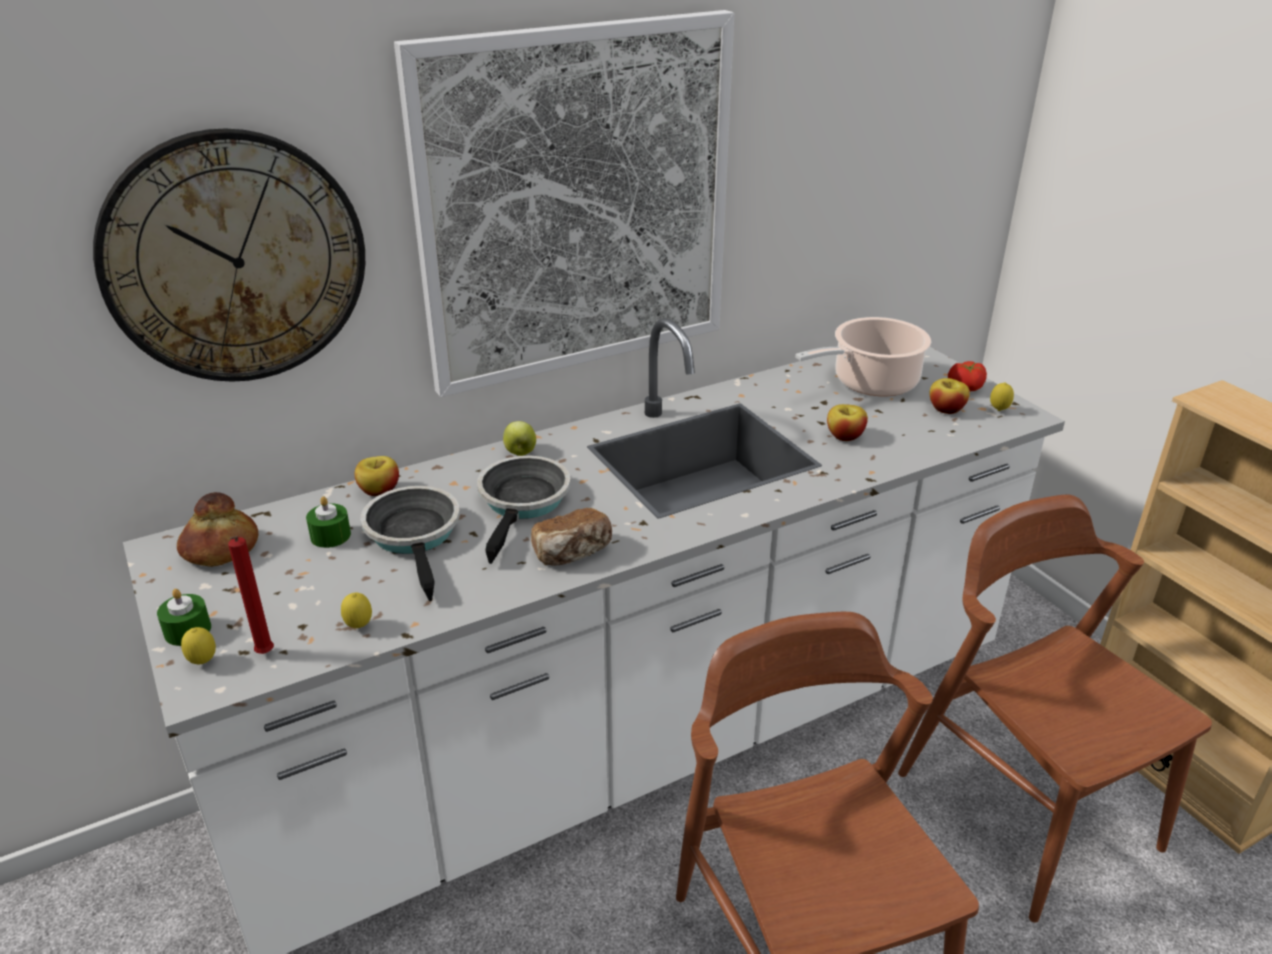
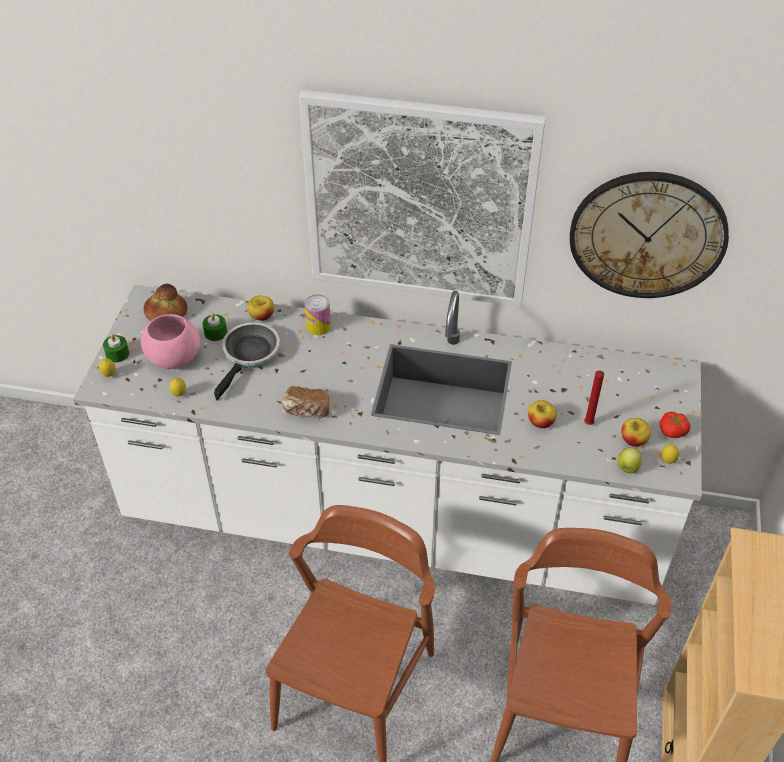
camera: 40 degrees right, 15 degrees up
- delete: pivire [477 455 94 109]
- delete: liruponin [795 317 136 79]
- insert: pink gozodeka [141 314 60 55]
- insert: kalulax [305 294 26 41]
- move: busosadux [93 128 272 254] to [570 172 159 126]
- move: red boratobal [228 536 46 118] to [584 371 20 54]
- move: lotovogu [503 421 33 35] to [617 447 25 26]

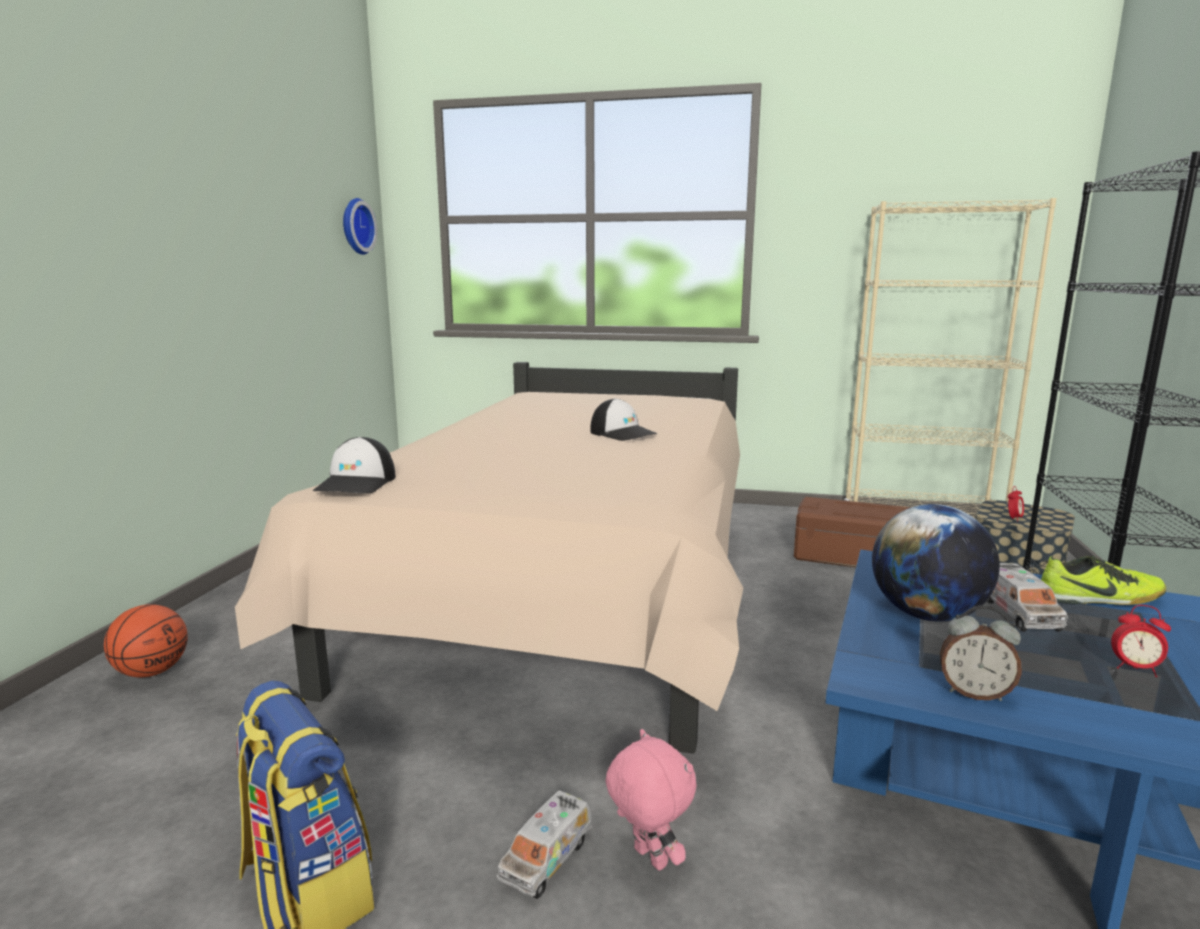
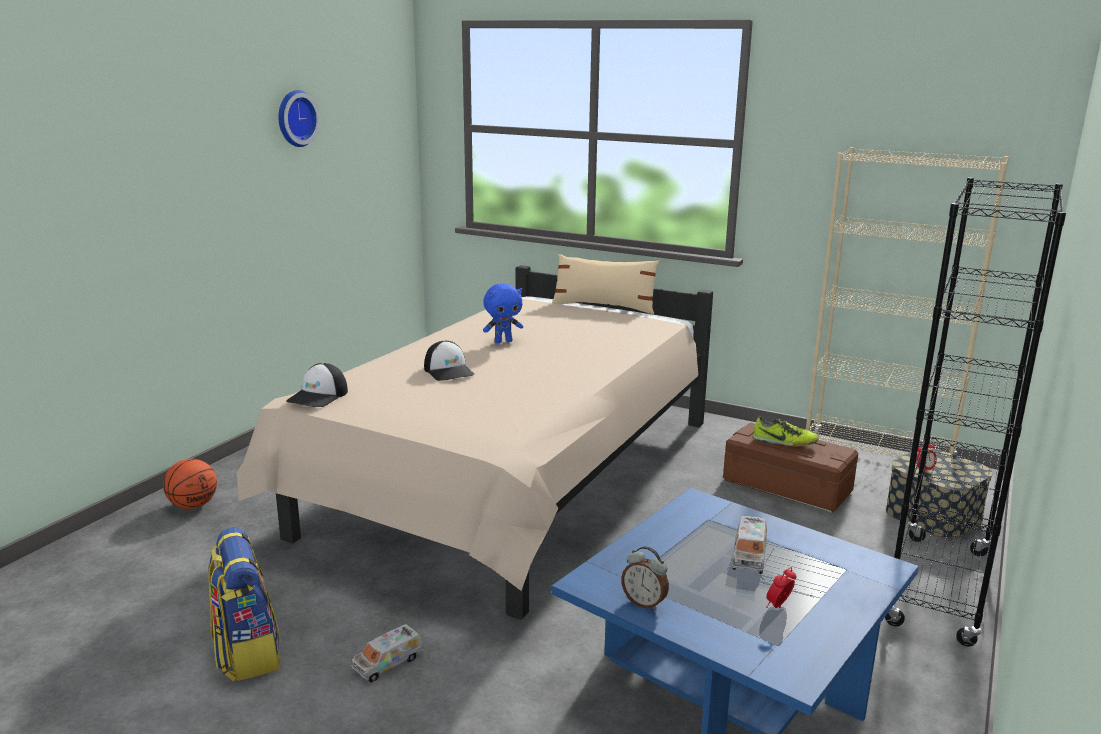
camera: 15 degrees right, 5 degrees up
- delete: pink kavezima [606 729 91 142]
- delete: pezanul [872 504 128 118]
- insert: blue kavezima [483 283 40 60]
- insert: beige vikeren [552 254 107 60]
- move: busosadux [343 198 34 57] to [278 90 42 57]
- move: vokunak [590 398 67 43] to [424 341 51 40]
- move: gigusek [1041 556 125 49] to [753 417 66 29]
- rotate: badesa [1111 605 60 72] = [766 567 31 41] 90 degrees clockwise

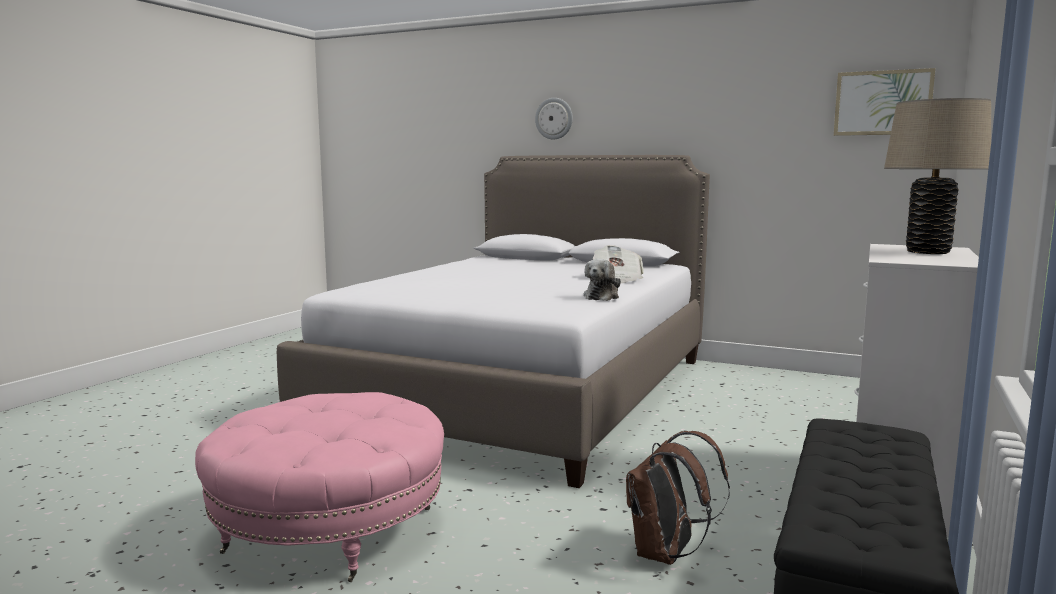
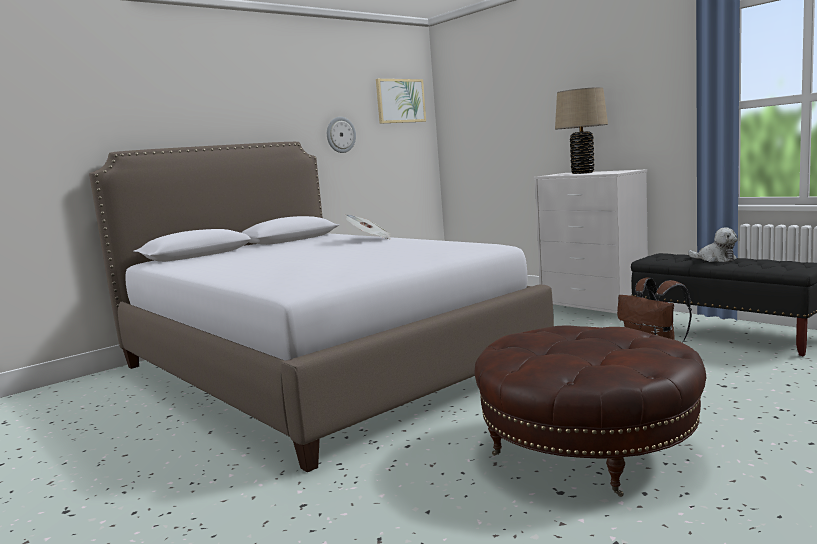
camera: 65 degrees left, 0 degrees up
- move: busosadux [535 98 38 42] to [327 117 29 36]
- move: kavezima [583 259 38 42] to [688 227 50 35]
- recolor: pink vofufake [195 392 249 190] to brown vofufake [474 325 233 172]

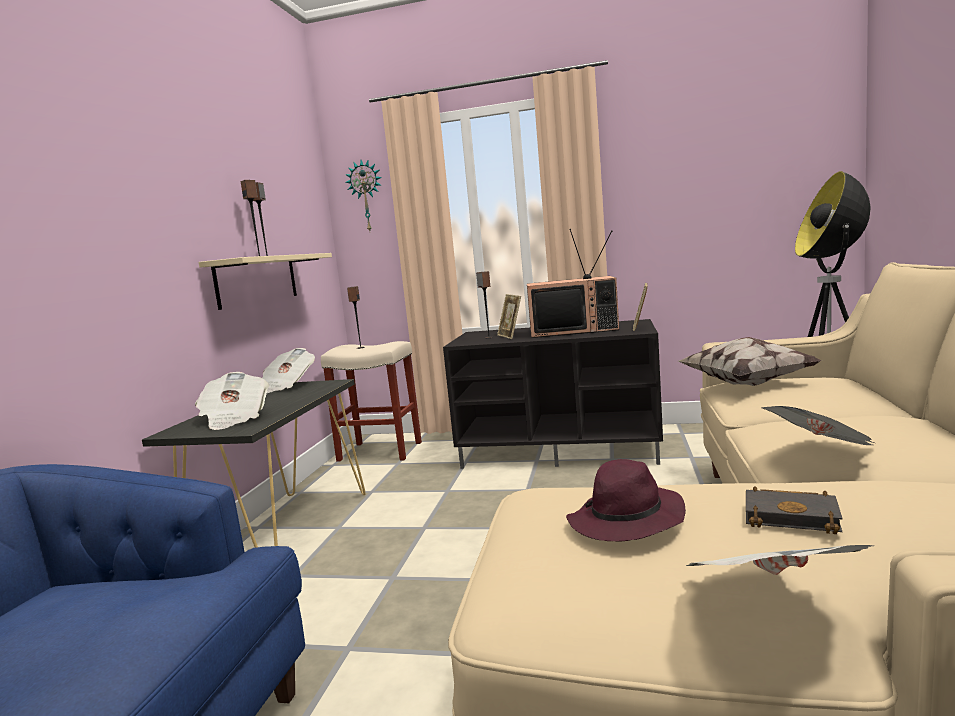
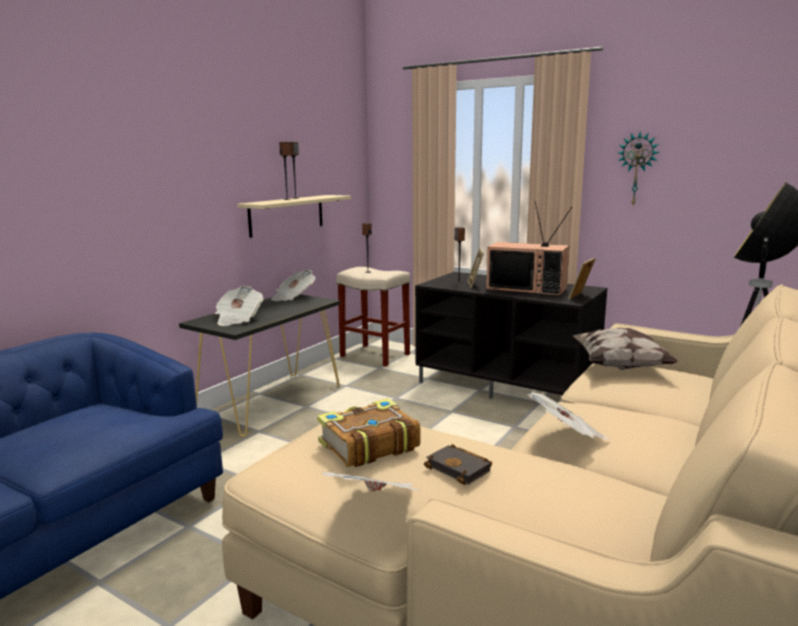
camera: 20 degrees right, 5 degrees up
- move: busosadux [345 160 37 71] to [618 132 42 74]
- replace: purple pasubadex [566 459 120 83] to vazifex [317 398 104 69]

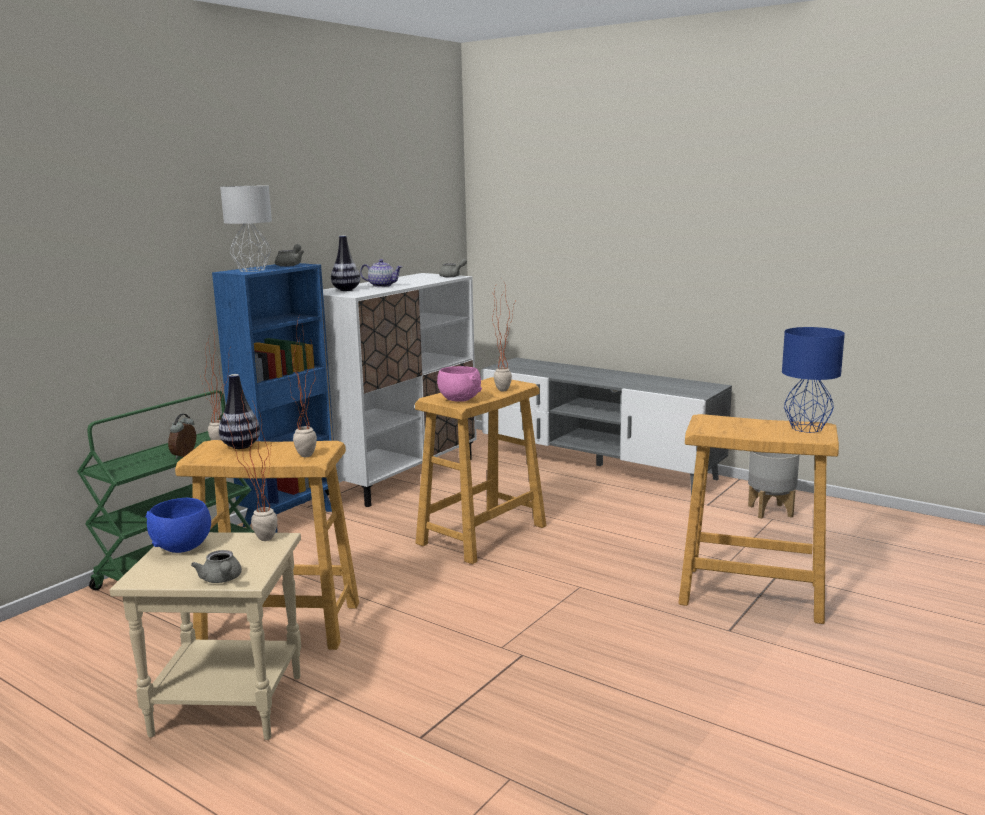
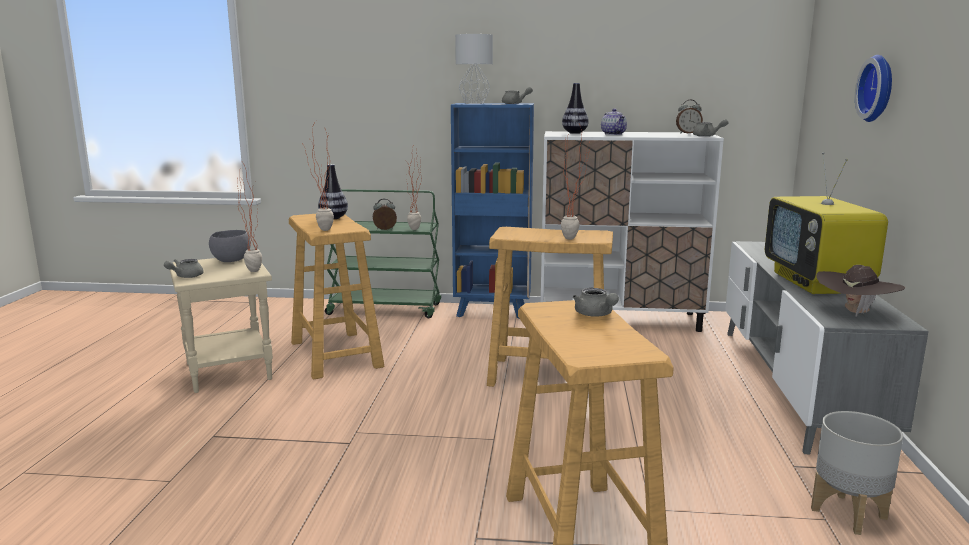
camera: 60 degrees right, 0 degrees up
- delete: pink gozodeka [437 366 45 36]
- delete: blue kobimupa [782 327 63 106]
- insert: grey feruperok [573 288 46 29]
- insert: badesa [676 100 27 33]
- insert: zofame [765 152 123 142]
- insert: brown pasubadex [816 265 89 52]
- insert: busosadux [855 55 37 67]
- recolor: blue gozodeka [146 498 65 55] to grey gozodeka [209 230 41 32]

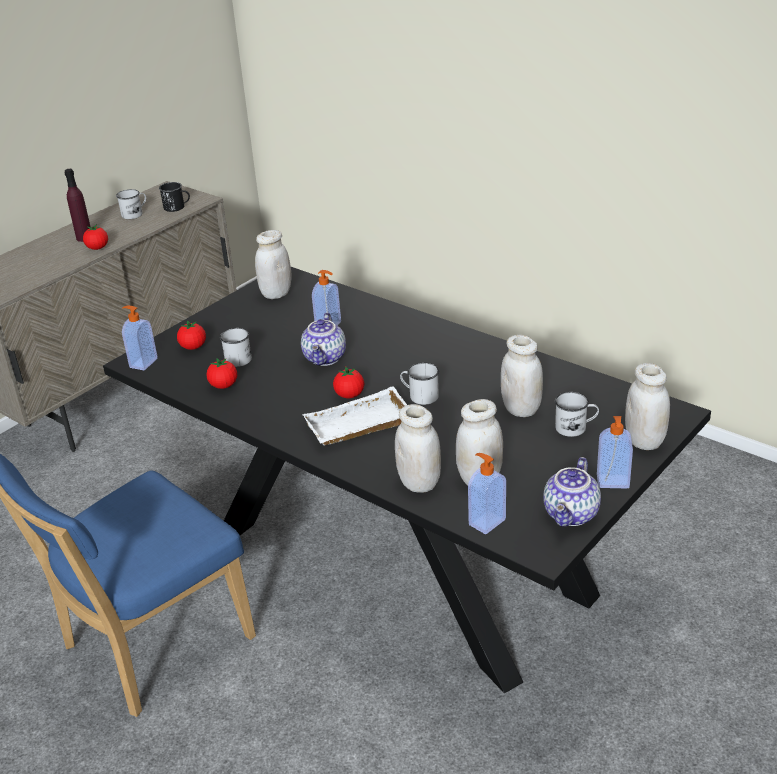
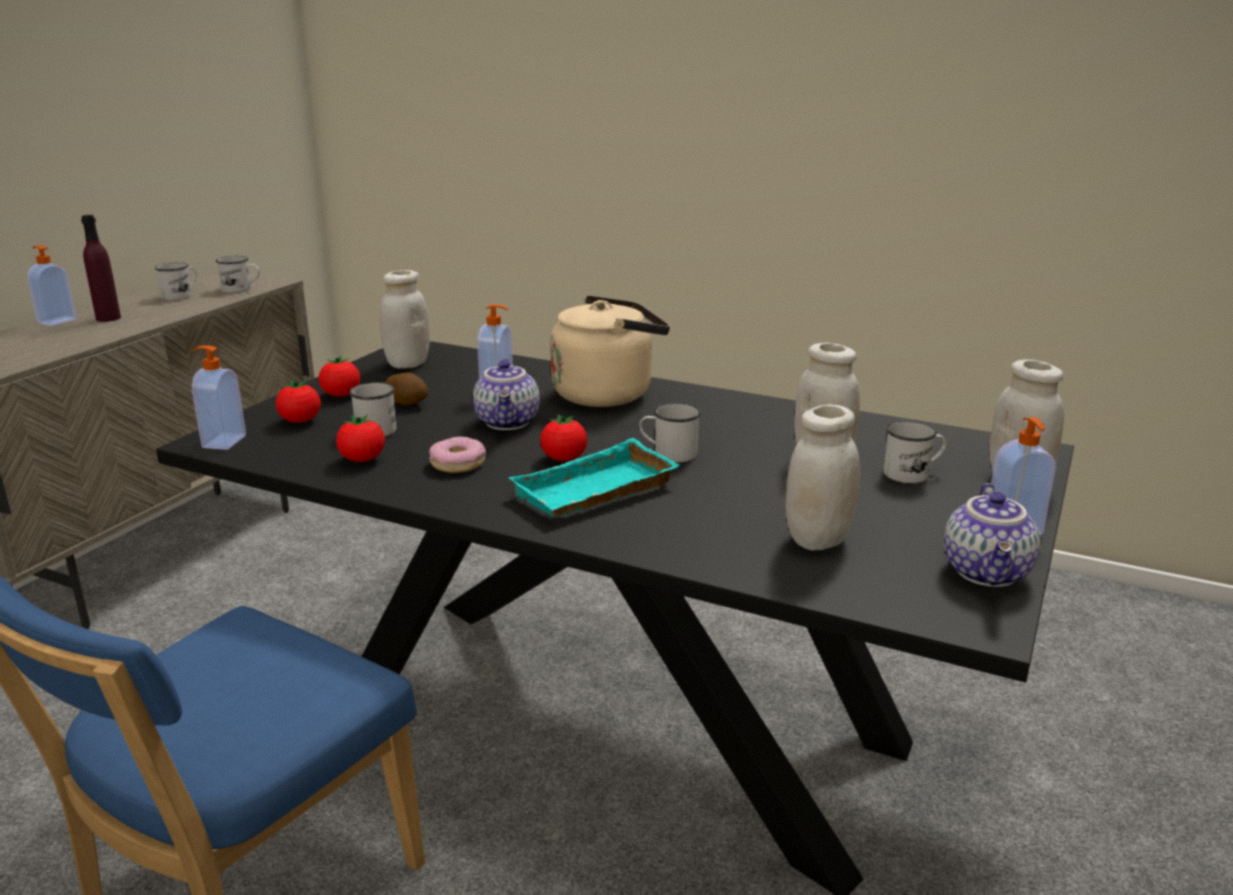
camera: 15 degrees left, 10 degrees down
- delete: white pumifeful [395 404 46 89]
- insert: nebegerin [385 372 43 34]
- insert: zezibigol [429 436 57 37]
- insert: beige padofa [550 295 120 112]
- move: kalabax [83 224 25 26] to [318 356 42 41]
- move: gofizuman [468 453 38 81] to [27 245 50 81]
- recolor: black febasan [159 182 31 30] to white febasan [216 256 44 37]
- recolor: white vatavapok [302 386 105 59] to turquoise vatavapok [508 438 172 79]

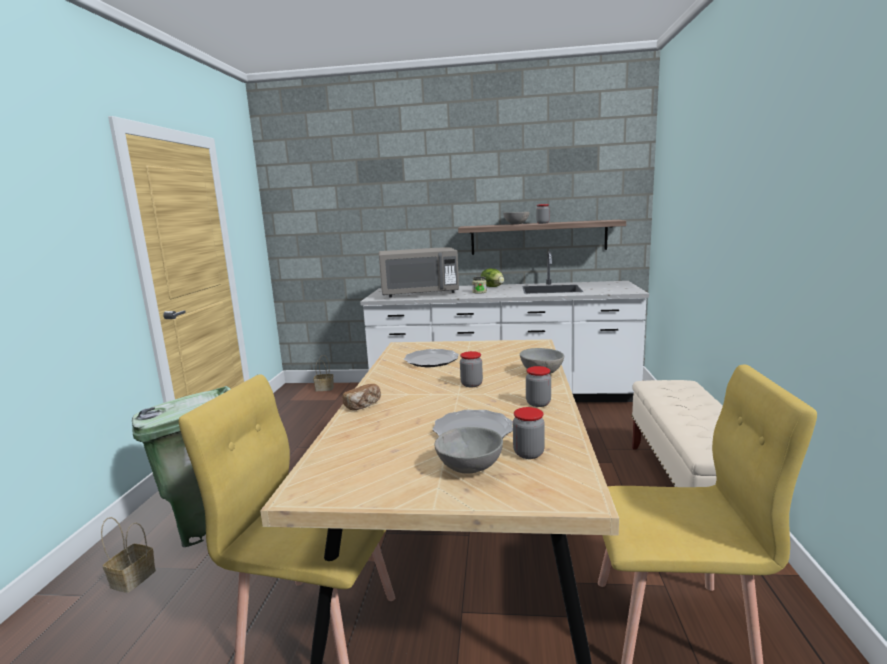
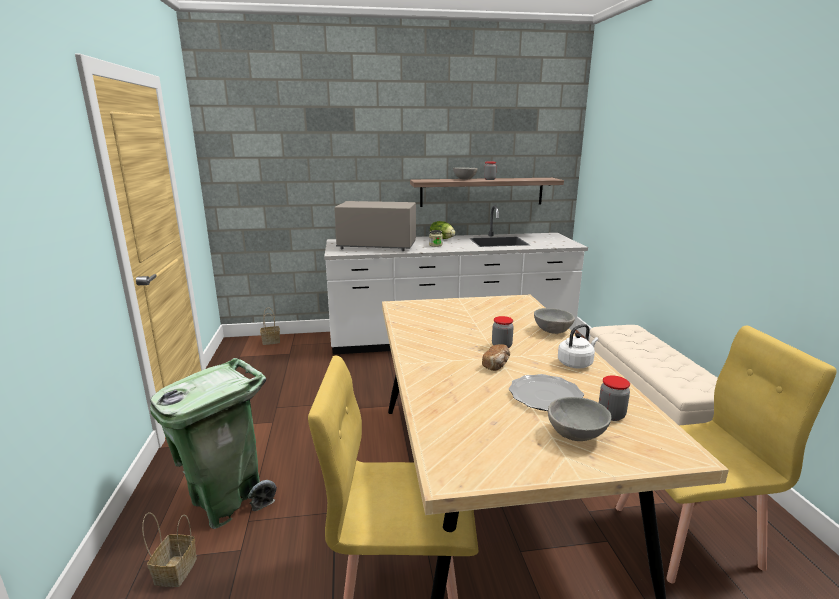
camera: 15 degrees left, 5 degrees up
- delete: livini [404 349 55 18]
- move: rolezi [343 384 38 26] to [482 344 28 27]
- replace: pumifeful [526 366 25 41] to white padofa [558 324 41 45]
- rotate: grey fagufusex [379 247 80 51] = [334 201 82 50] 150 degrees counterclockwise

